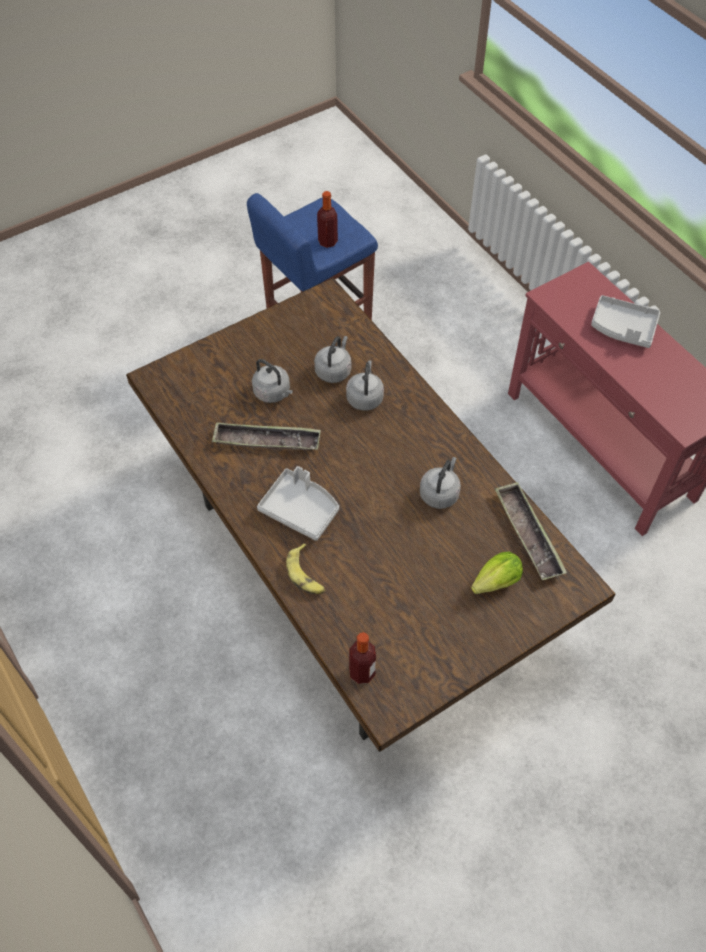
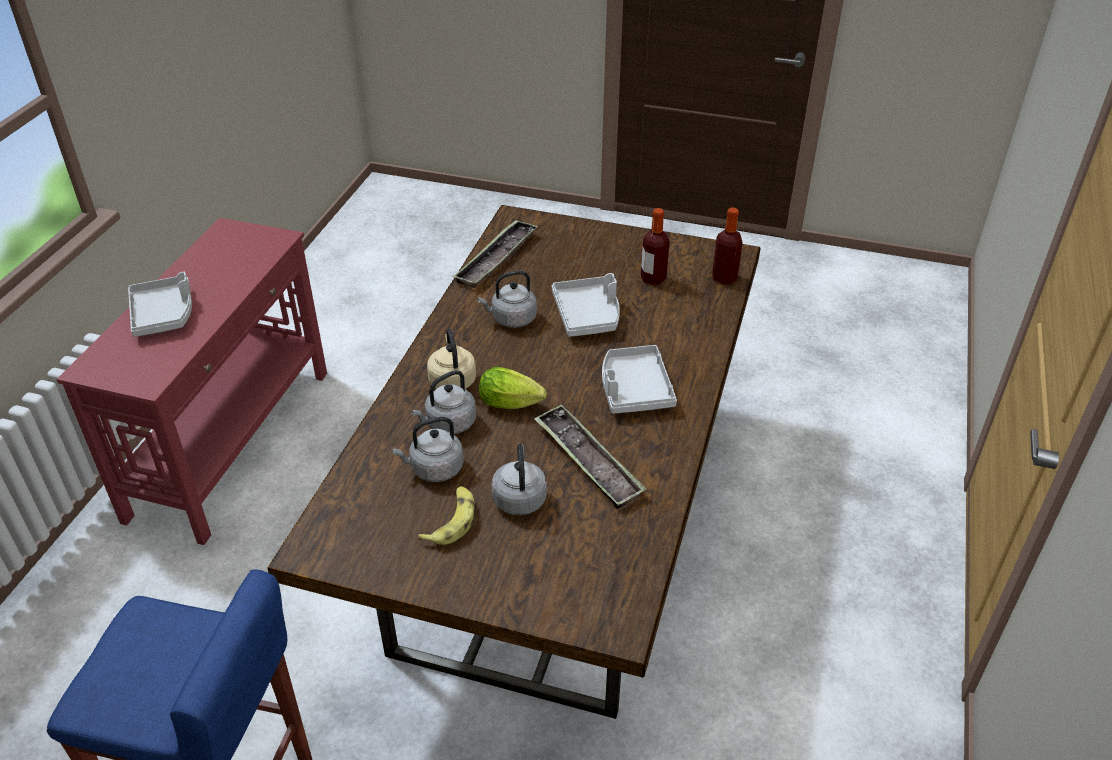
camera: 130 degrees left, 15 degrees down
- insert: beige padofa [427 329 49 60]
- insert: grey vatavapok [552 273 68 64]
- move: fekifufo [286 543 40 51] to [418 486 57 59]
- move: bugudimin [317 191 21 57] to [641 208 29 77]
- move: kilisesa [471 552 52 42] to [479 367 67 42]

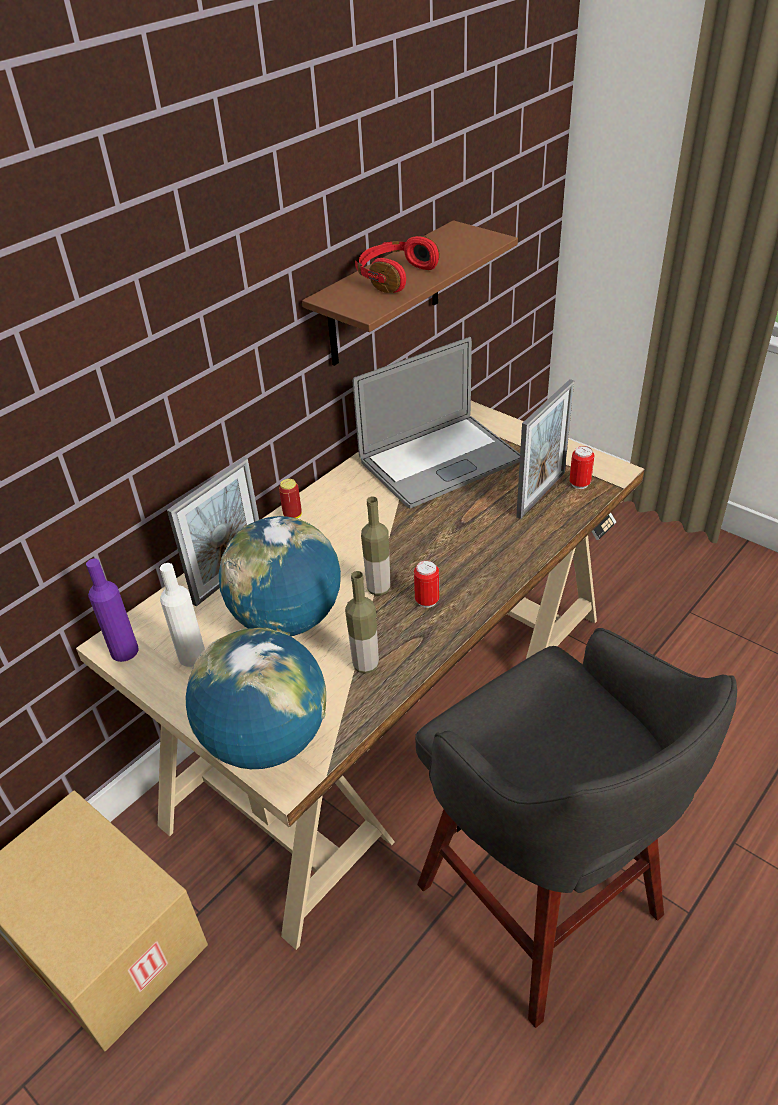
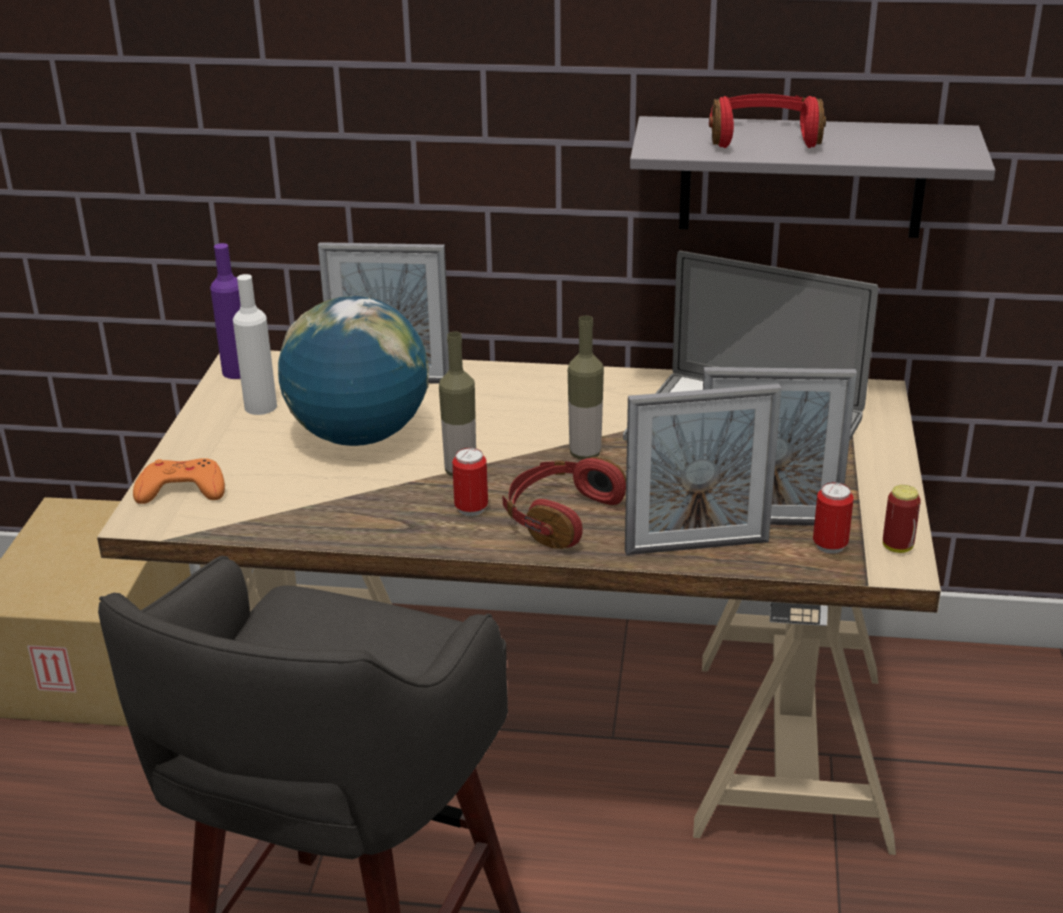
camera: 55 degrees right, 10 degrees down
- insert: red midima [502 457 124 92]
- insert: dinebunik [625 384 156 171]
- move: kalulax [279 479 23 40] to [883 485 38 68]
- move: bugudimin [345 571 34 103] to [568 316 36 144]
- replace: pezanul [186 628 140 141] to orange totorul [133 458 92 46]
- recolor: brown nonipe [302 220 216 146] to grey nonipe [630 116 365 122]

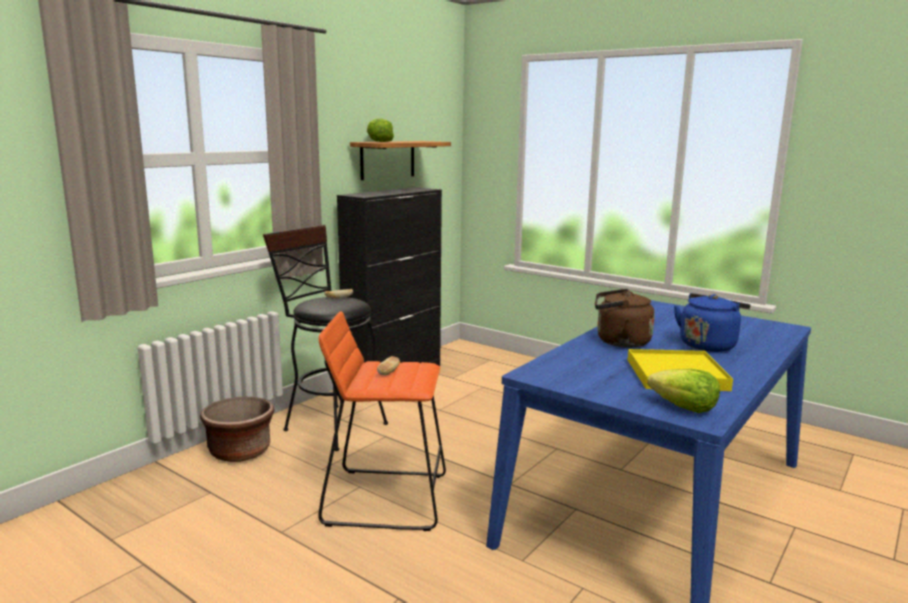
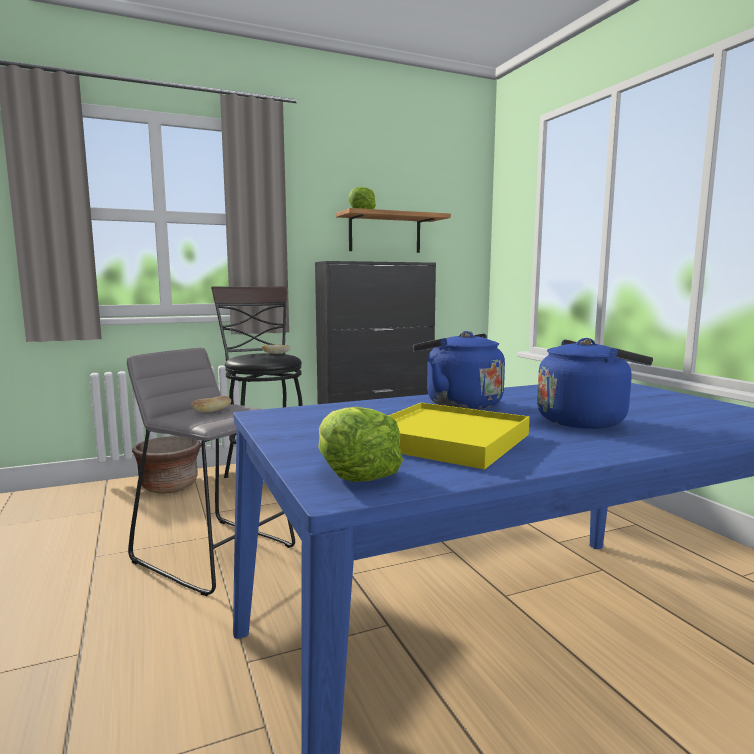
camera: 30 degrees right, 5 degrees down
- recolor: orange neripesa [318 311 128 220] to grey neripesa [127 348 168 248]
- recolor: brown padofa [595 289 60 59] to blue padofa [413 331 92 79]

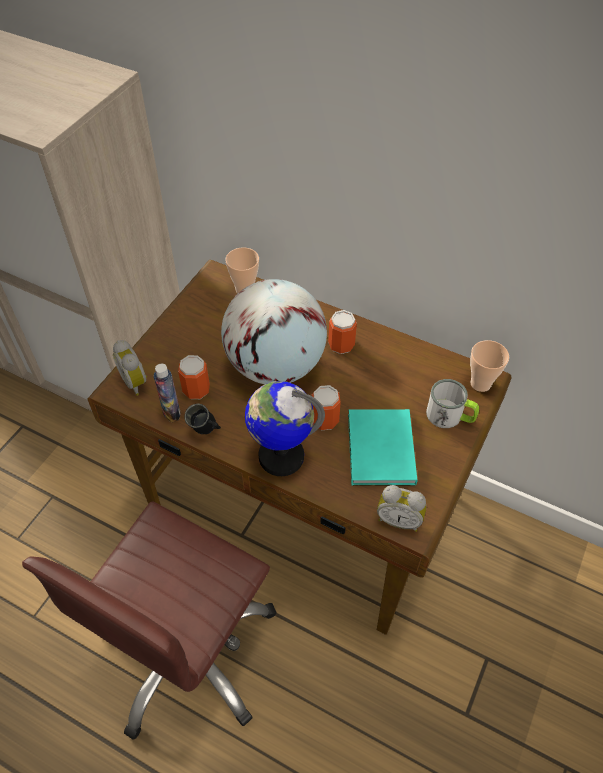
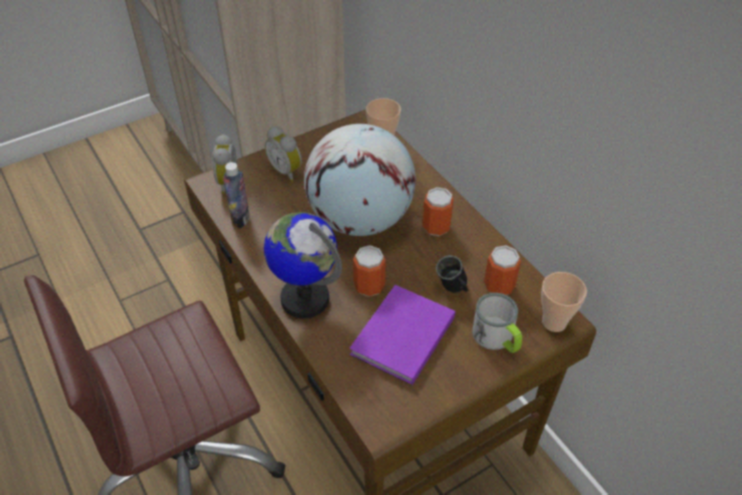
camera: 30 degrees right, 5 degrees down
- move: kalulax [178 355 32 44] to [484 245 37 50]
- move: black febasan [185 403 36 31] to [436 255 33 38]
- move: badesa [377 485 49 47] to [265 126 37 56]
- recolor: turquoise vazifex [348 409 69 77] to purple vazifex [350 285 105 100]

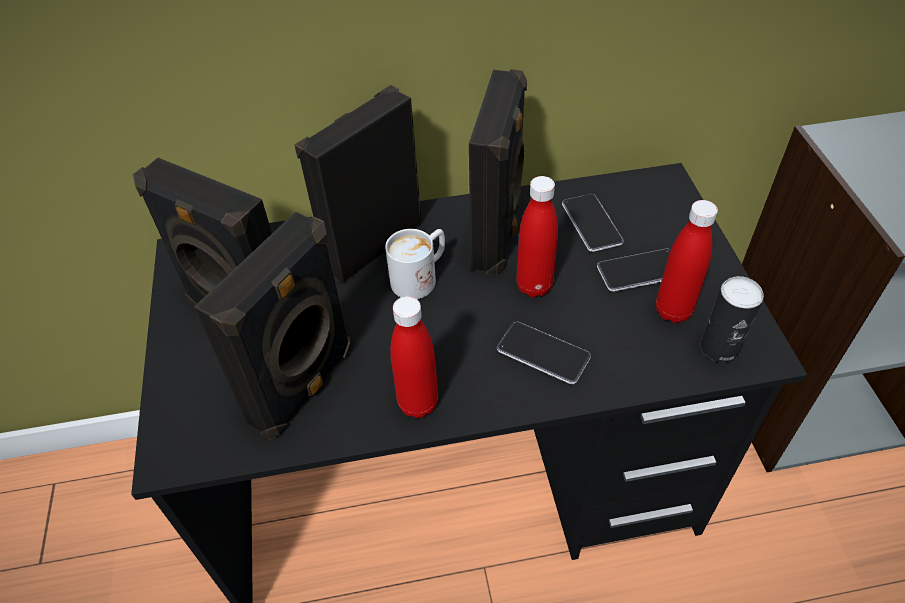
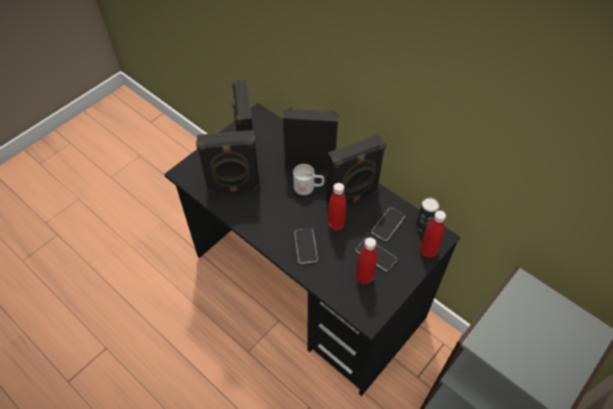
camera: 50 degrees right, 5 degrees up
- move: red bugudimin [390 296 48 122] to [420 210 26 48]
- move: kalulax [701 276 63 87] to [416 198 23 35]

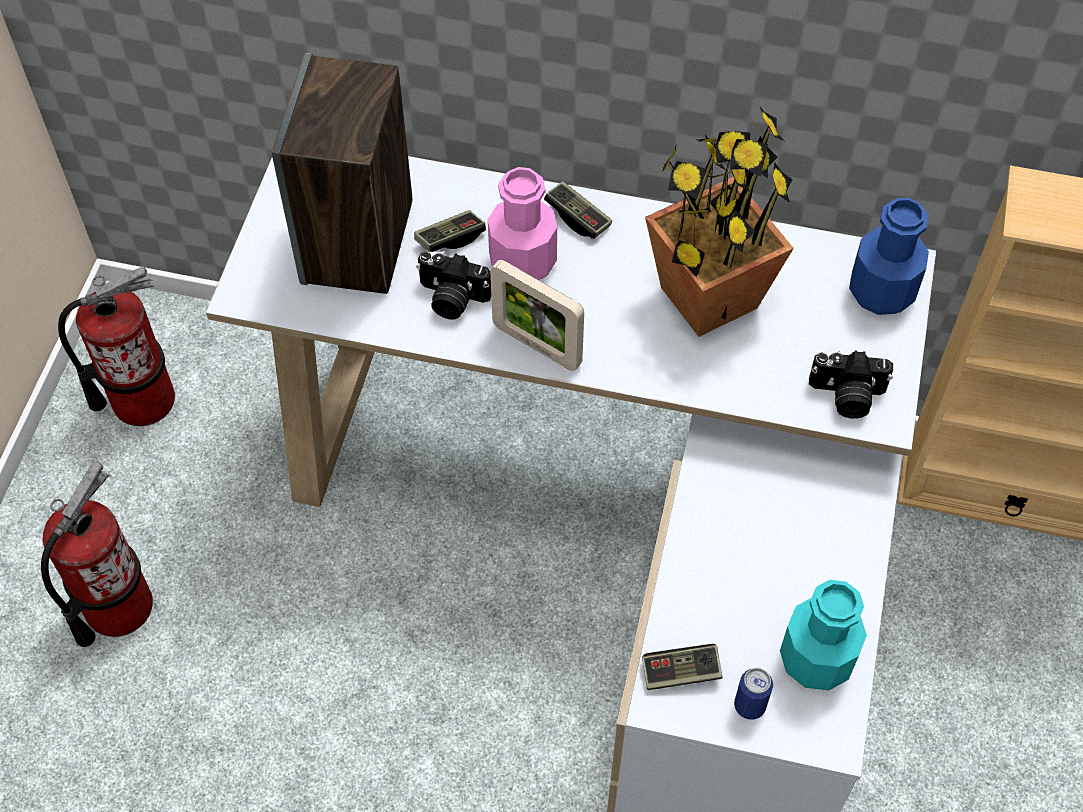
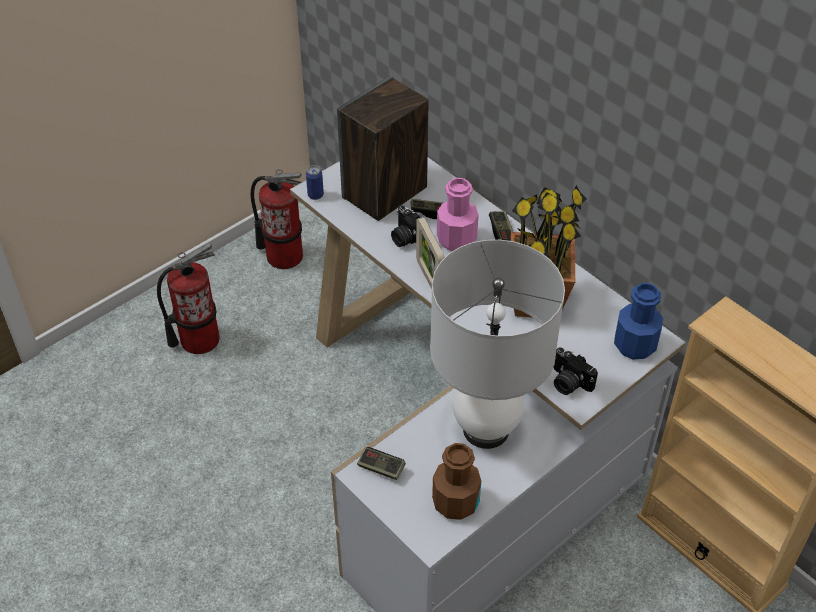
camera: 35 degrees right, 10 degrees down
- insert: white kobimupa [430 240 135 209]
- move: kalulax [734 668 39 52] to [306 165 18 35]
- recolor: turquoise bugudimin [780 580 87 110] to brown bugudimin [432 443 49 77]

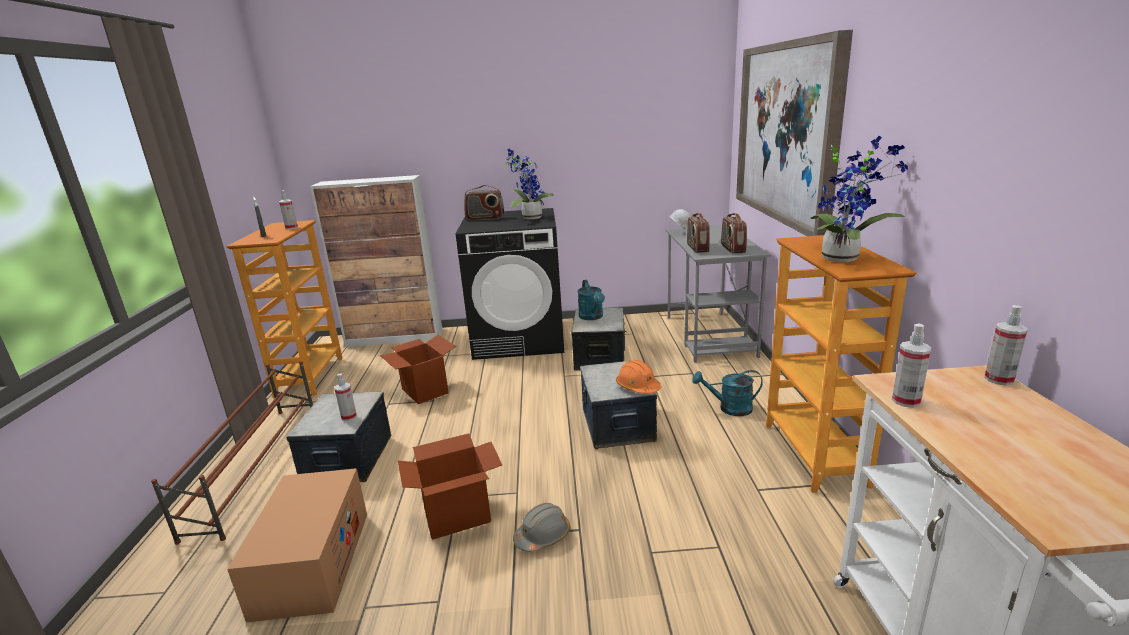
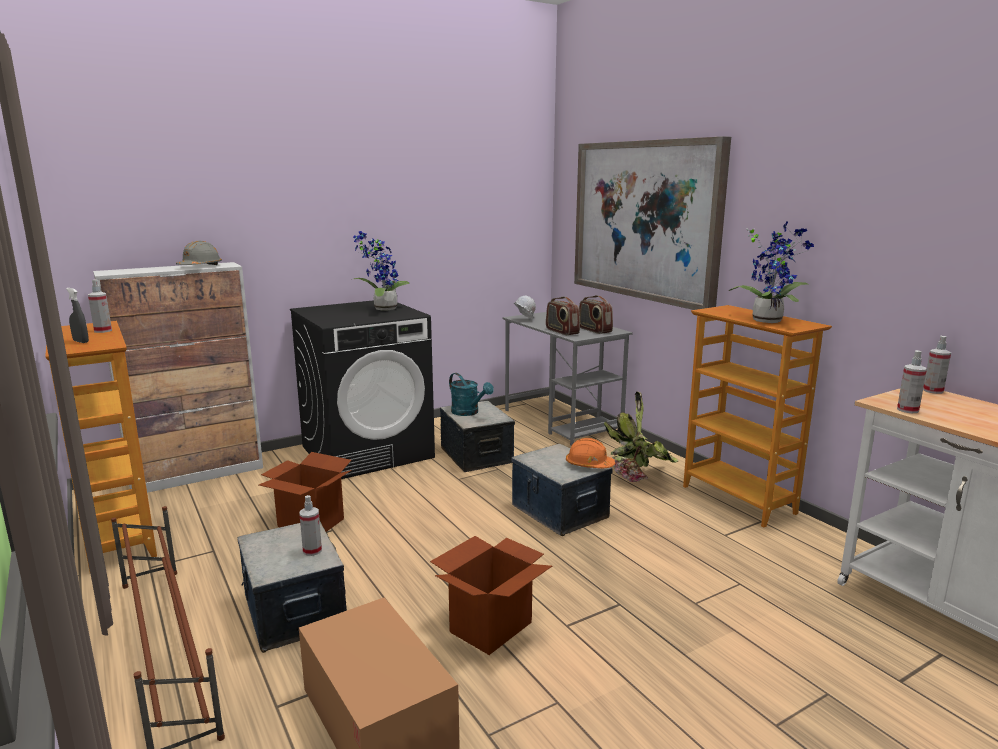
camera: 30 degrees left, 5 degrees down
- delete: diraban [464 185 40 36]
- move: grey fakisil [513 503 58 49] to [176 240 46 25]
- replace: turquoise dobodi [692 370 71 46] to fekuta [604 391 74 91]

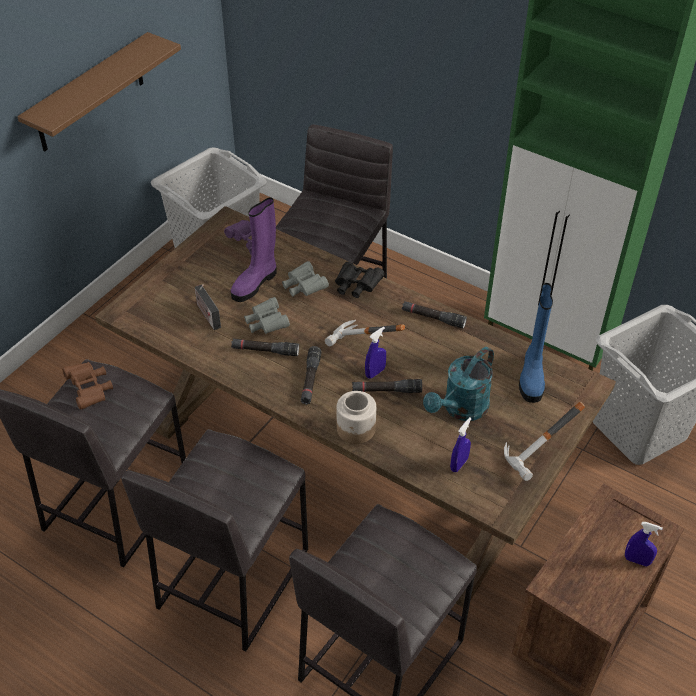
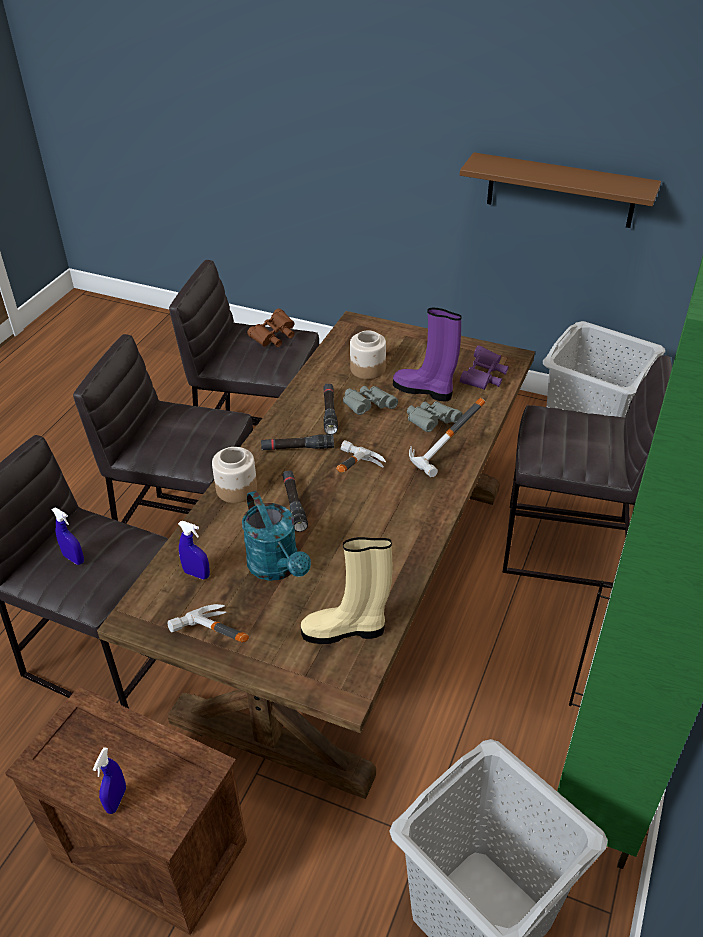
camera: 80 degrees right, 5 degrees down
- delete: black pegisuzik [402 301 65 27]
- move: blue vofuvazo [365 327 21 52] to [52 507 32 58]
- replace: diraban [195 285 26 45] to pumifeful [350 330 36 49]
- replace: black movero [335 262 50 36] to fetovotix [409 398 76 79]
- recolor: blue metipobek [519 283 34 120] to beige metipobek [301 537 92 107]
- rotate: turquoise dobodi [423 347 71 74] = [242 491 69 90] 150 degrees counterclockwise

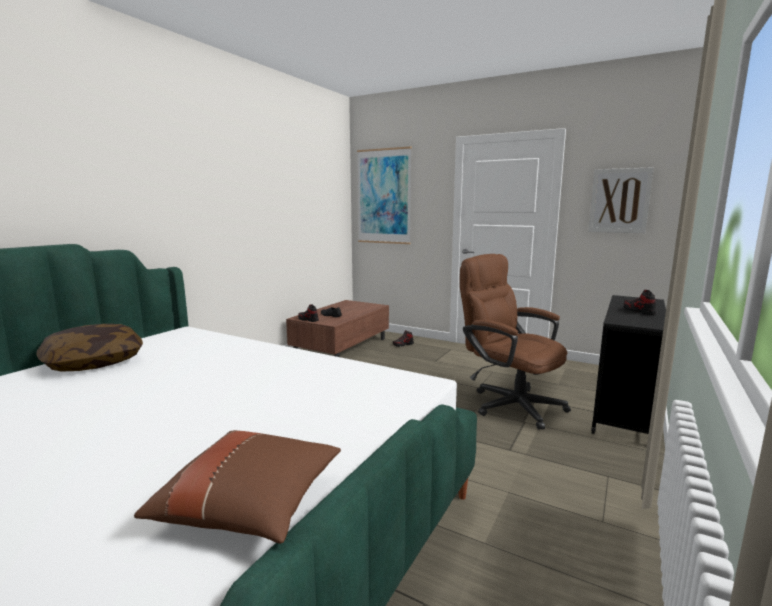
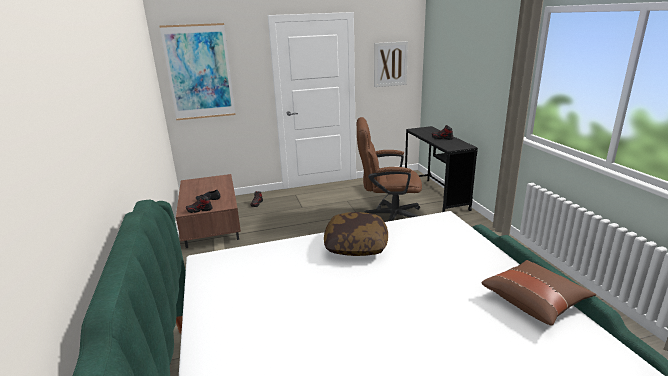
camera: 45 degrees left, 10 degrees up
- move: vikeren [36 324 107 48] to [324 212 64 44]

